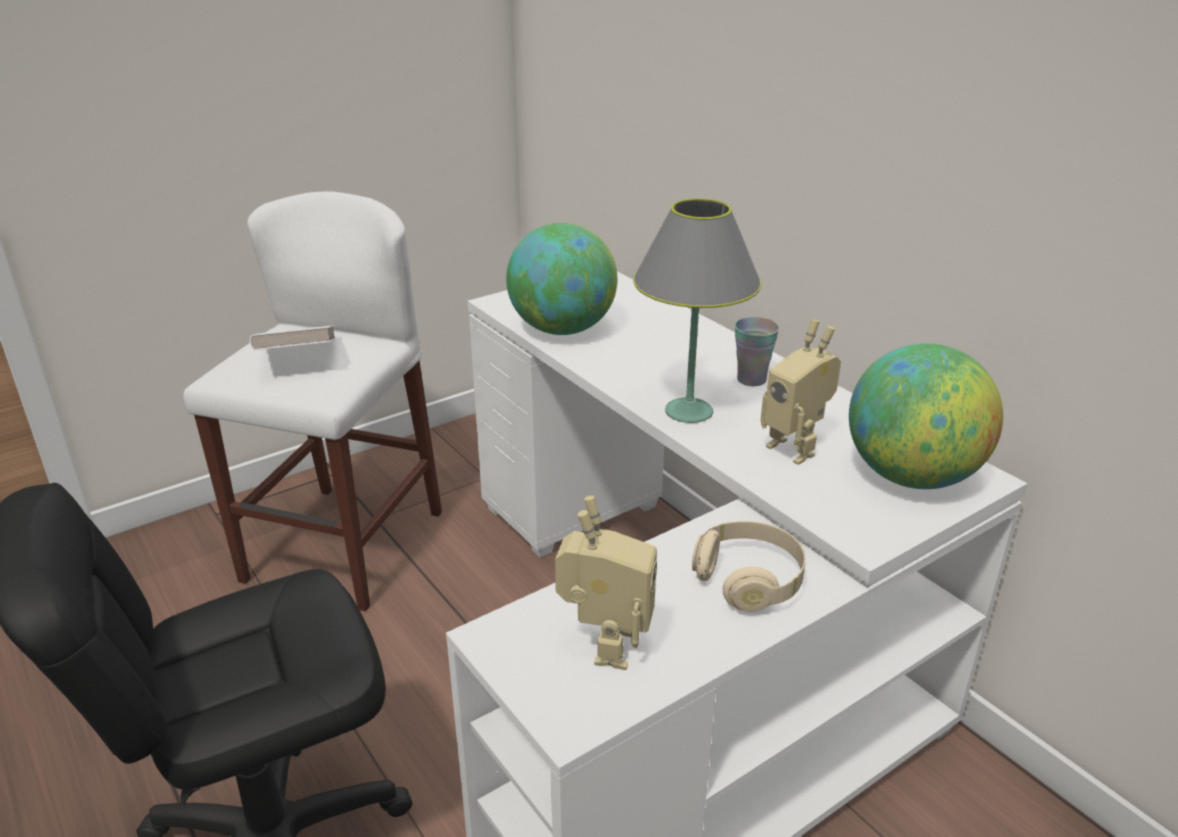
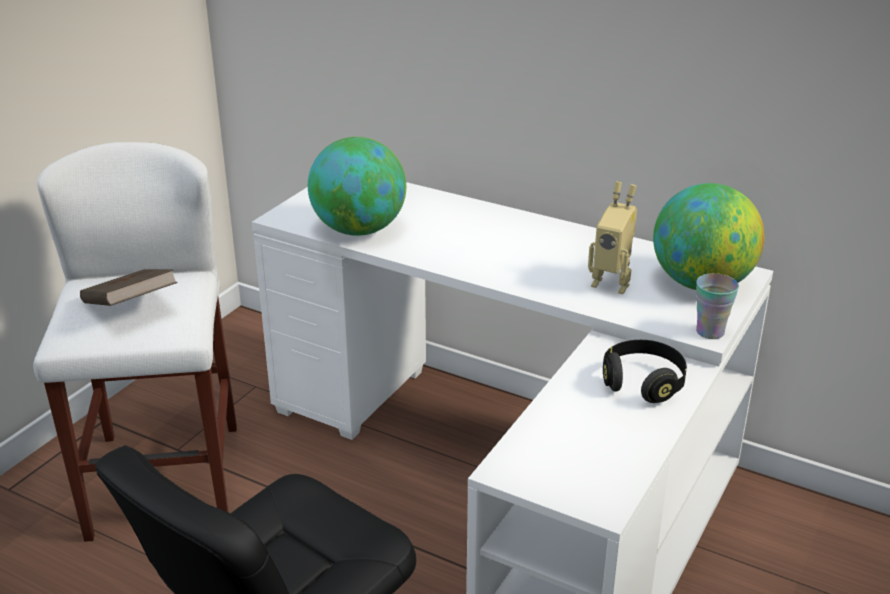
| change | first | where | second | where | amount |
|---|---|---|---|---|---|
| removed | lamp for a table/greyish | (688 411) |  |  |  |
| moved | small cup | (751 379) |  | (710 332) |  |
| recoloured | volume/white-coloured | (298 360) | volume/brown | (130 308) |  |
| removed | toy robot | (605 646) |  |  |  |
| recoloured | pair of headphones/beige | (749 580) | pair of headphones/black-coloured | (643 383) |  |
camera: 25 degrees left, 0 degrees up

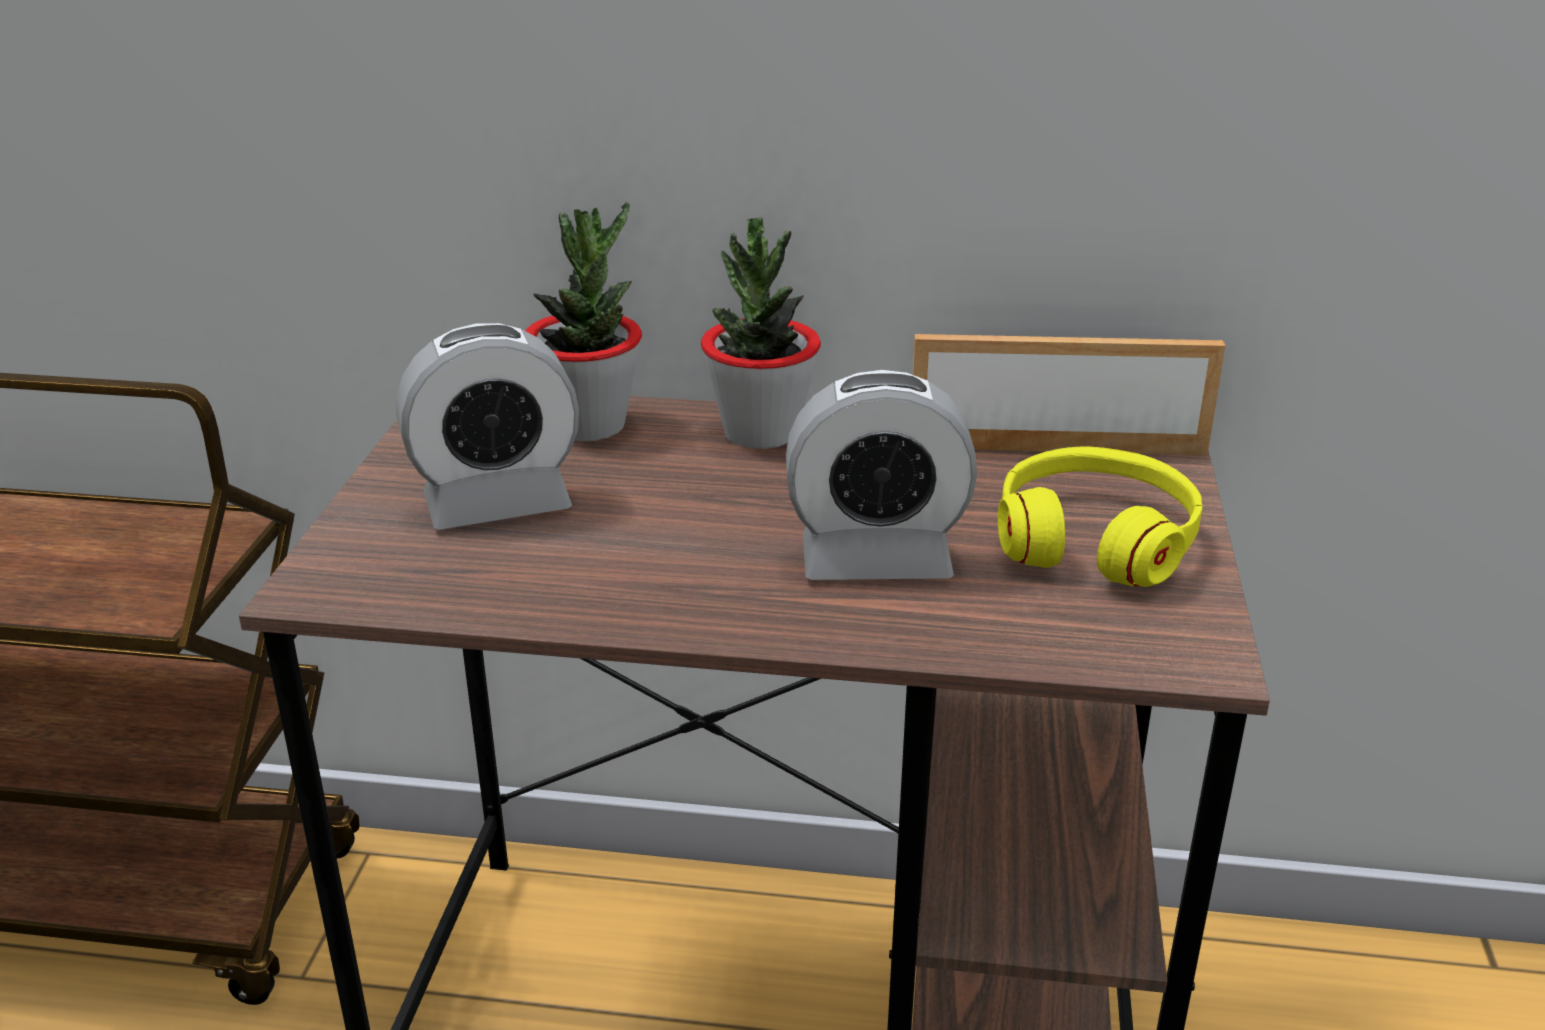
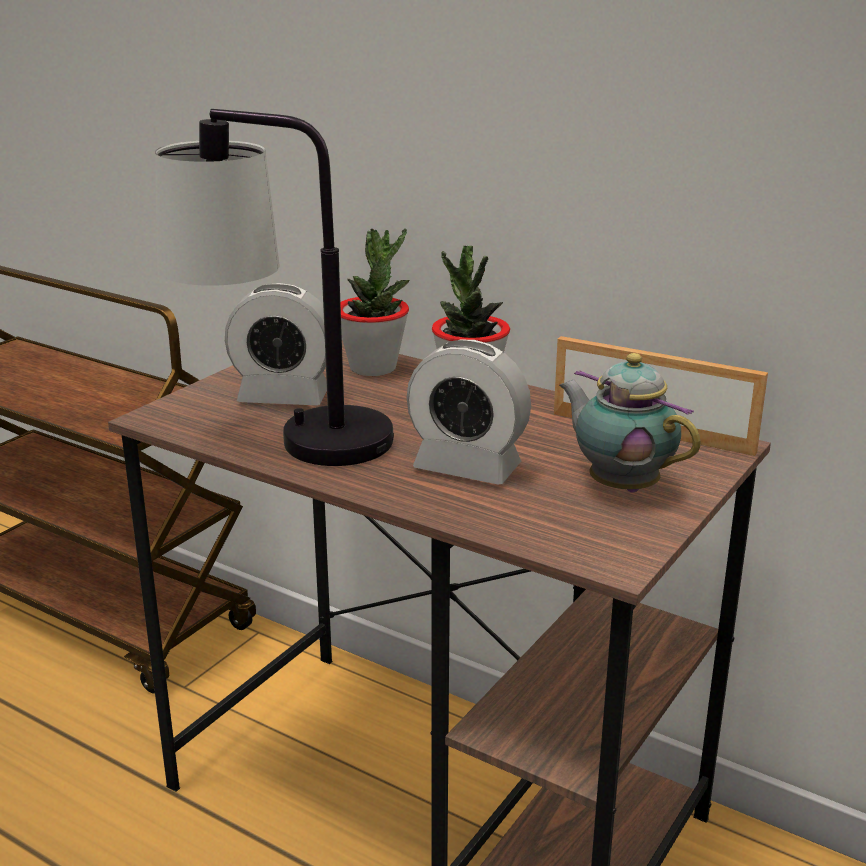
| change | first | where | second | where | amount |
|---|---|---|---|---|---|
| replaced | pair of headphones/yellow | (1095 539) | tea pot | (619 485) |  |
| added |  |  | lamp for a table | (285 440) |  |
camera: 25 degrees right, 5 degrees down

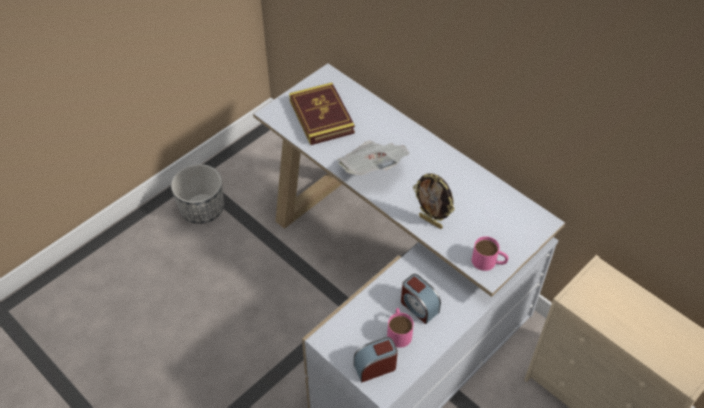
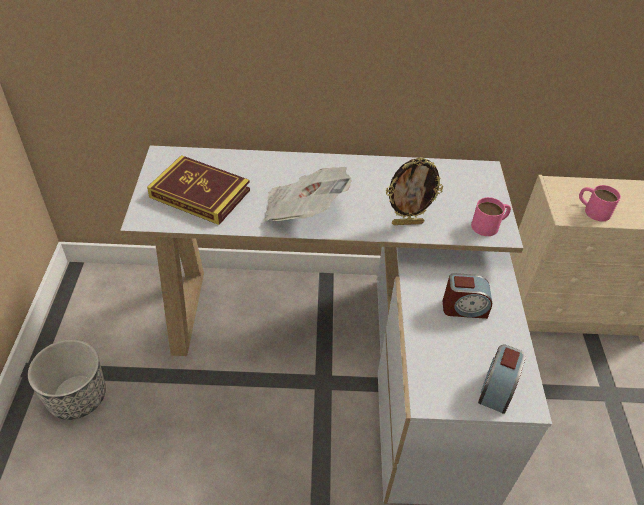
| change | first | where | second | where | amount |
|---|---|---|---|---|---|
| moved | tea mug/pink-coloured | (398 331) |  | (592 210) |  |
camera: 45 degrees left, 5 degrees down

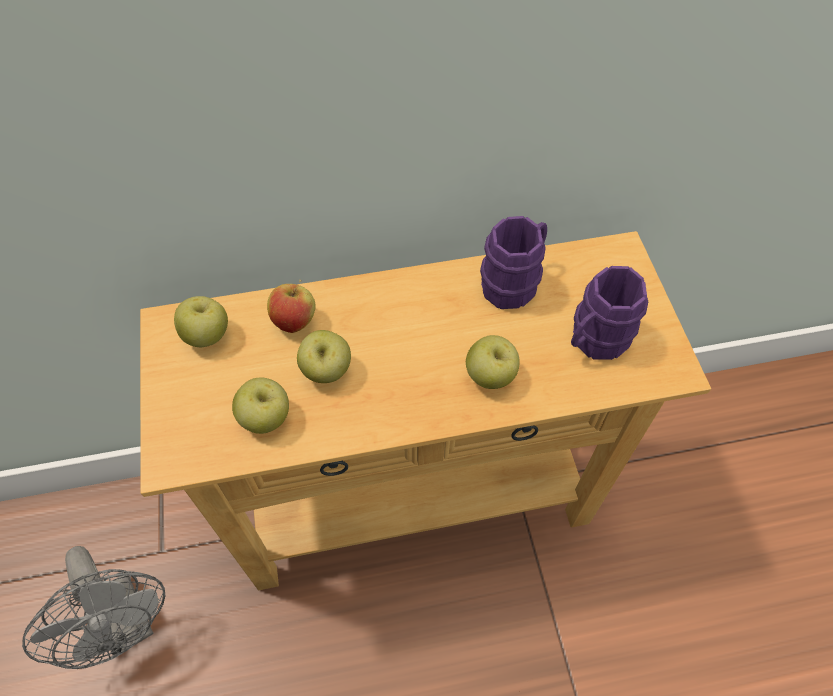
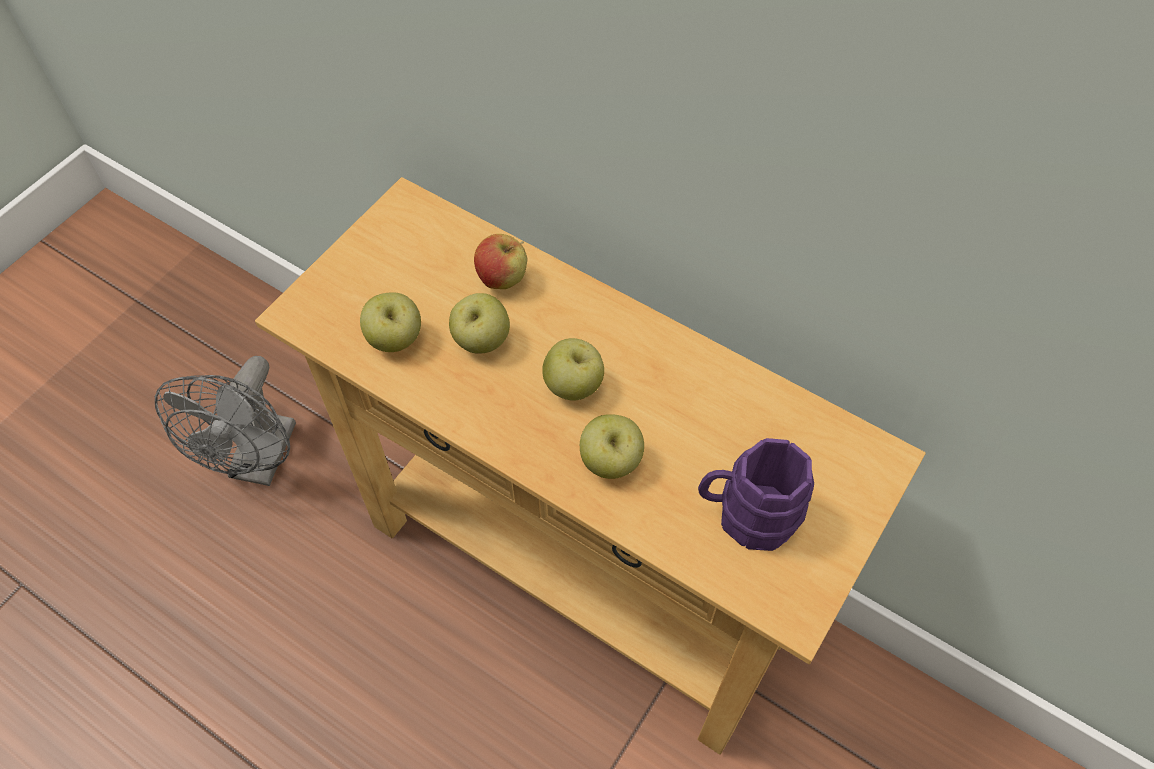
| change | first | where | second | where | amount |
|---|---|---|---|---|---|
| removed | tea mug/purple | (514 281) |  |  |  |
| moved | apple | (207 335) |  | (573 386) |  |
camera: 45 degrees right, 0 degrees up

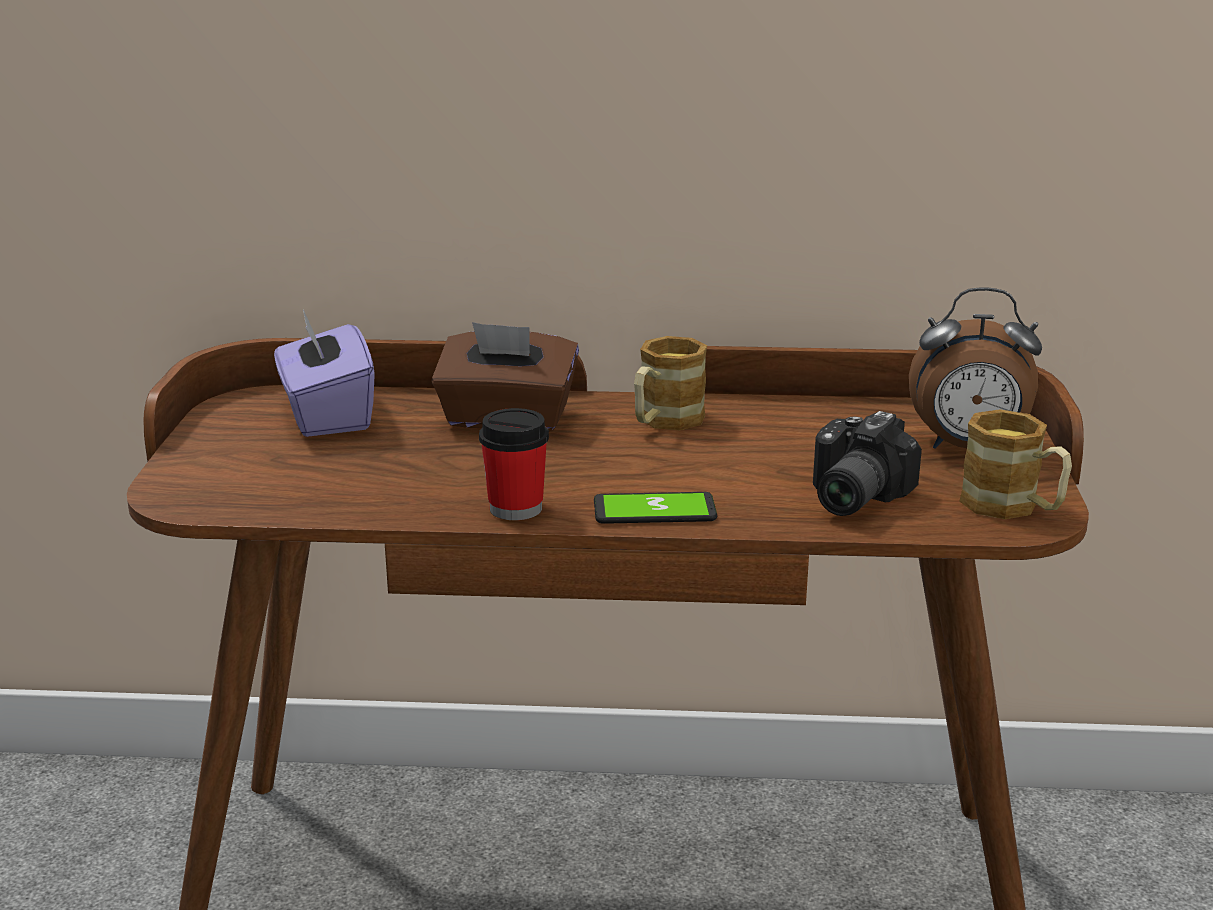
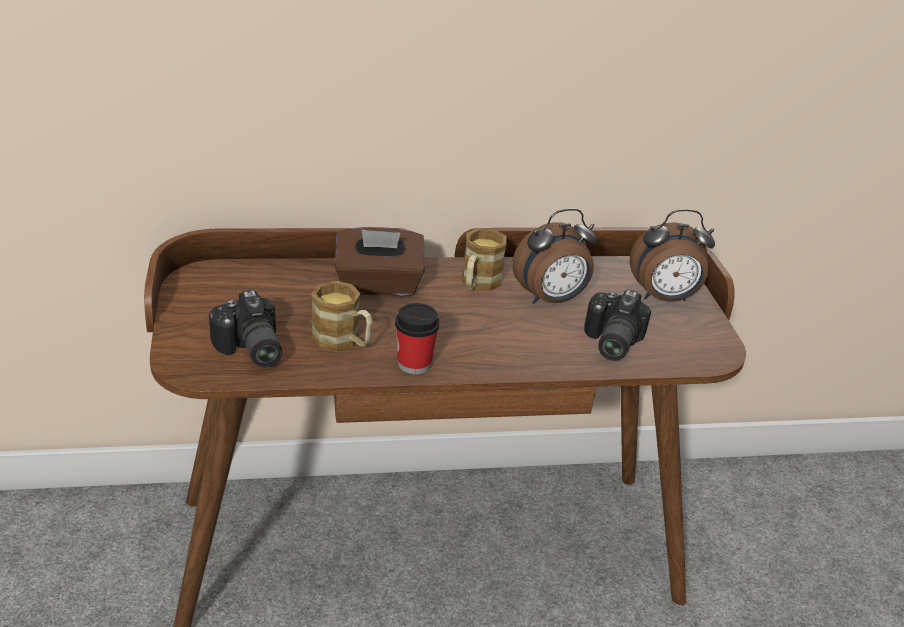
| change | first | where | second | where | amount |
|---|---|---|---|---|---|
| removed | tissue box/purple | (326 415) |  |  |  |
| moved | tea mug | (1012 508) |  | (343 342) |  |
| removed | telephone | (654 511) |  |  |  |
| added |  |  | alarm clock | (550 299) |  |
| added |  |  | photo camera | (249 350) |  |
camera: 15 degrees left, 10 degrees up

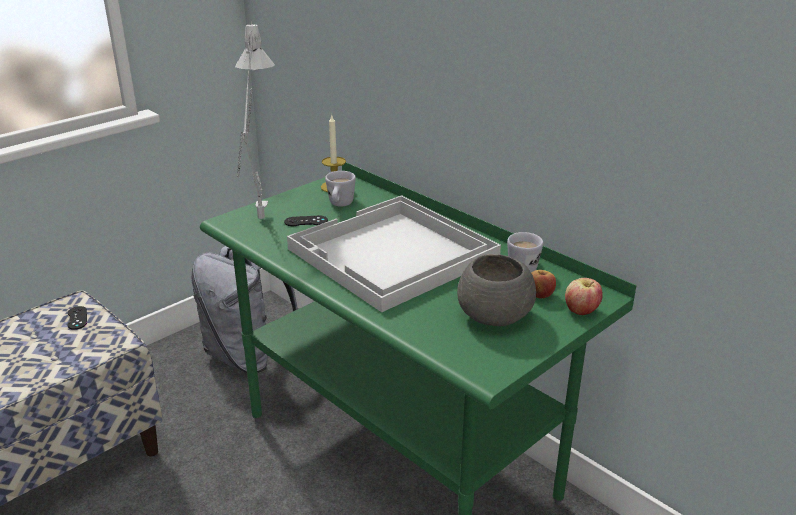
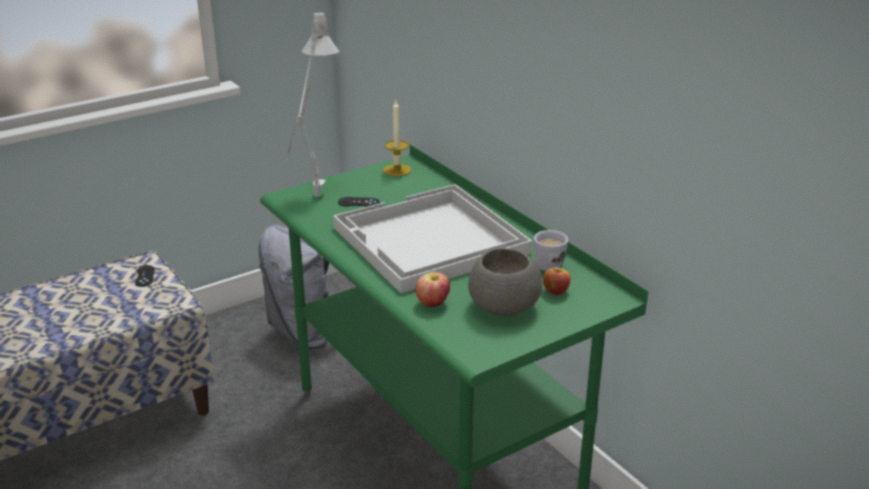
| change | first | where | second | where | amount |
|---|---|---|---|---|---|
| removed | tea mug/white-coloured | (340 205) |  |  |  |
| moved | apple | (581 311) |  | (432 303) |  |
camera: 10 degrees right, 0 degrees up

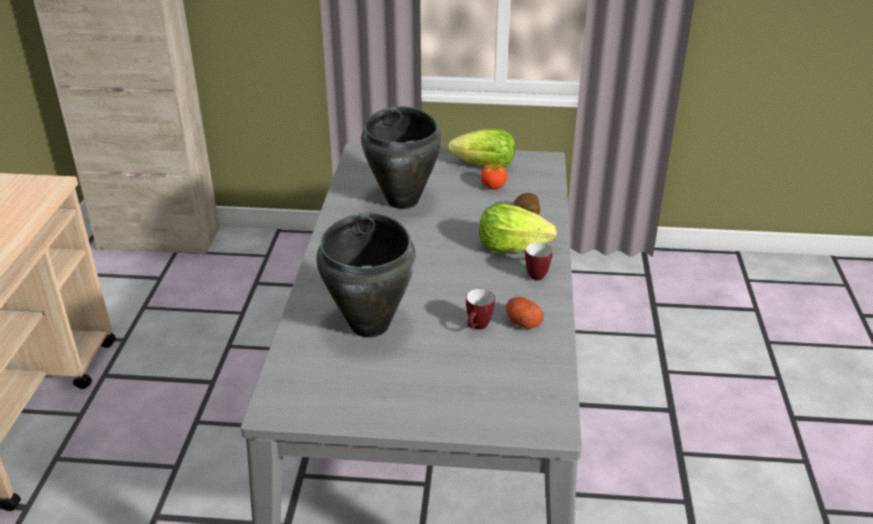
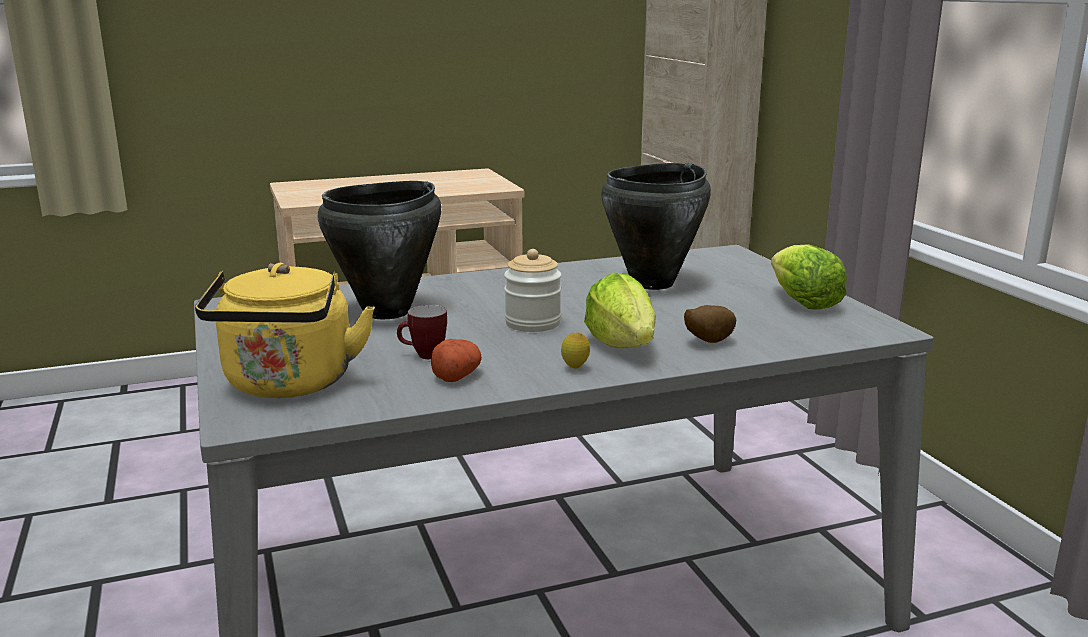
| change | first | where | second | where | amount |
|---|---|---|---|---|---|
| removed | fresh tomato | (493 186) |  |  |  |
| replaced | tea mug | (538 274) | citrus fruit | (575 368) |  |
| added |  |  | jar | (532 323) |  |
| added |  |  | kettle/yellow | (288 385) |  |
camera: 65 degrees right, 15 degrees down

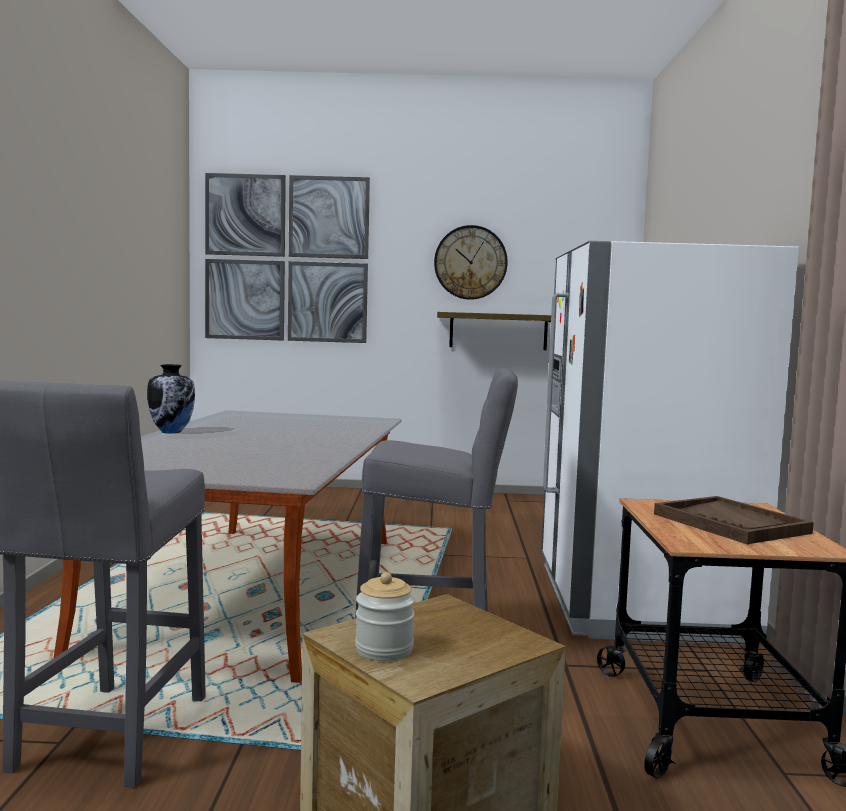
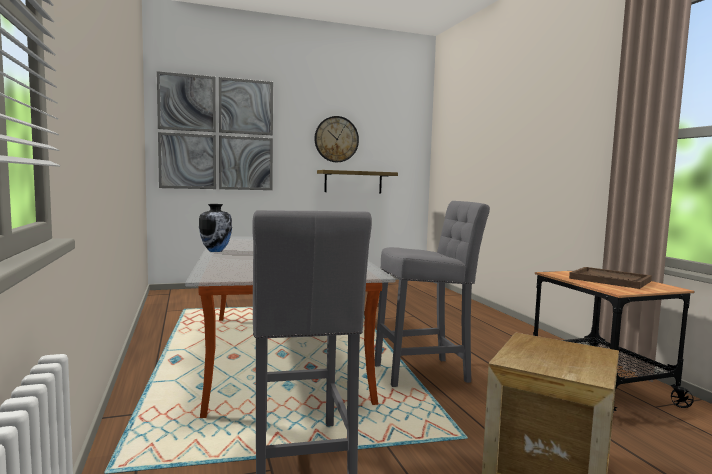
| change | first | where | second | where | amount |
|---|---|---|---|---|---|
| removed | fridge/white-coloured | (638 602) |  |  |  |
| removed | jar | (384 649) |  |  |  |
camera: 20 degrees left, 0 degrees up

